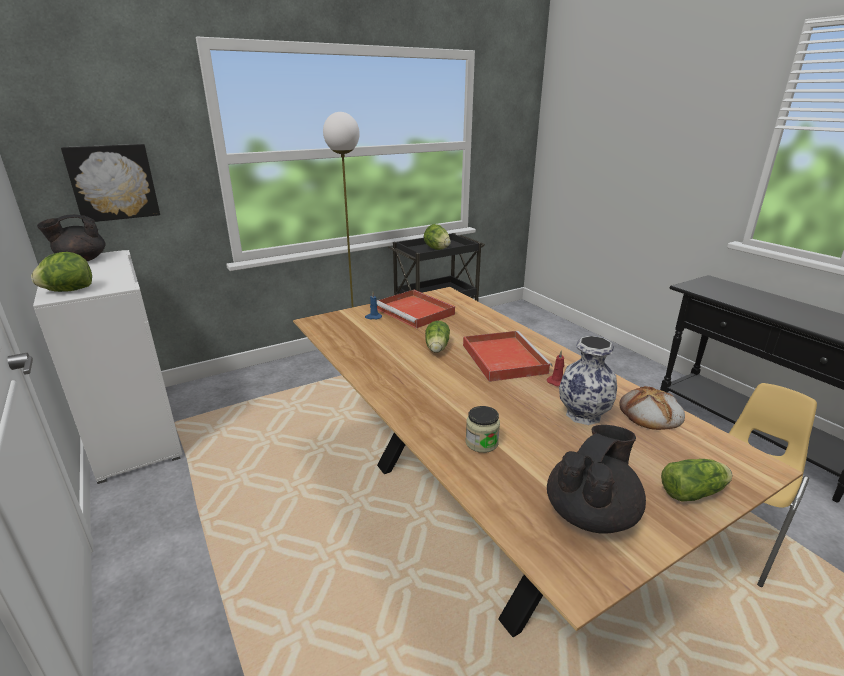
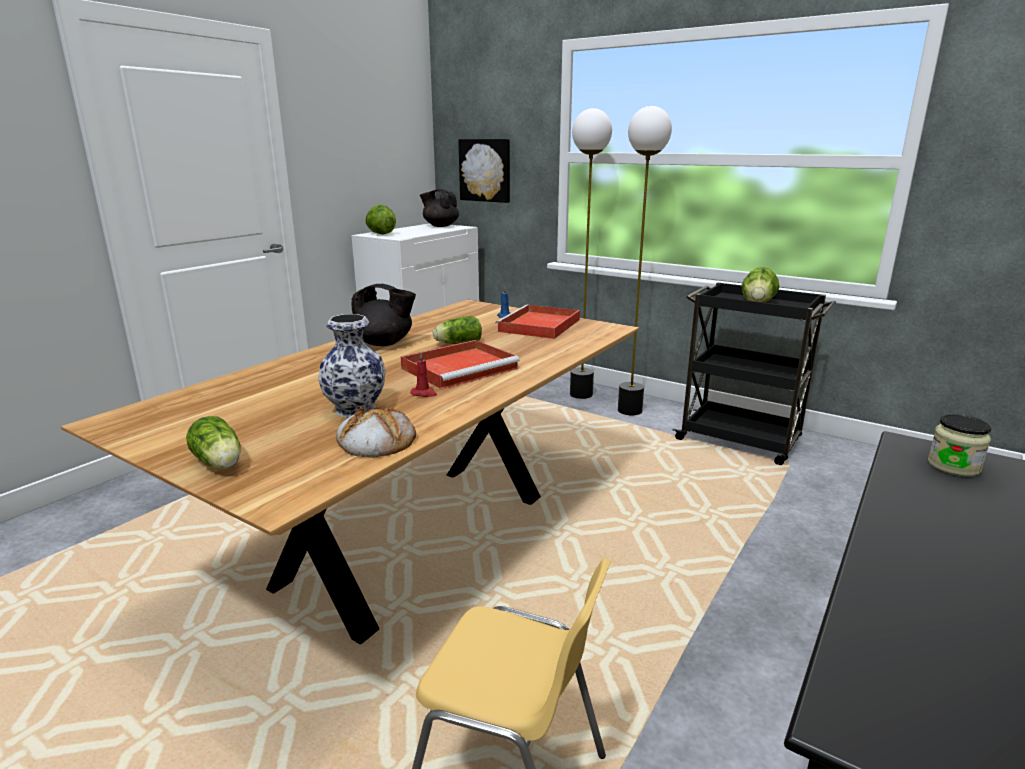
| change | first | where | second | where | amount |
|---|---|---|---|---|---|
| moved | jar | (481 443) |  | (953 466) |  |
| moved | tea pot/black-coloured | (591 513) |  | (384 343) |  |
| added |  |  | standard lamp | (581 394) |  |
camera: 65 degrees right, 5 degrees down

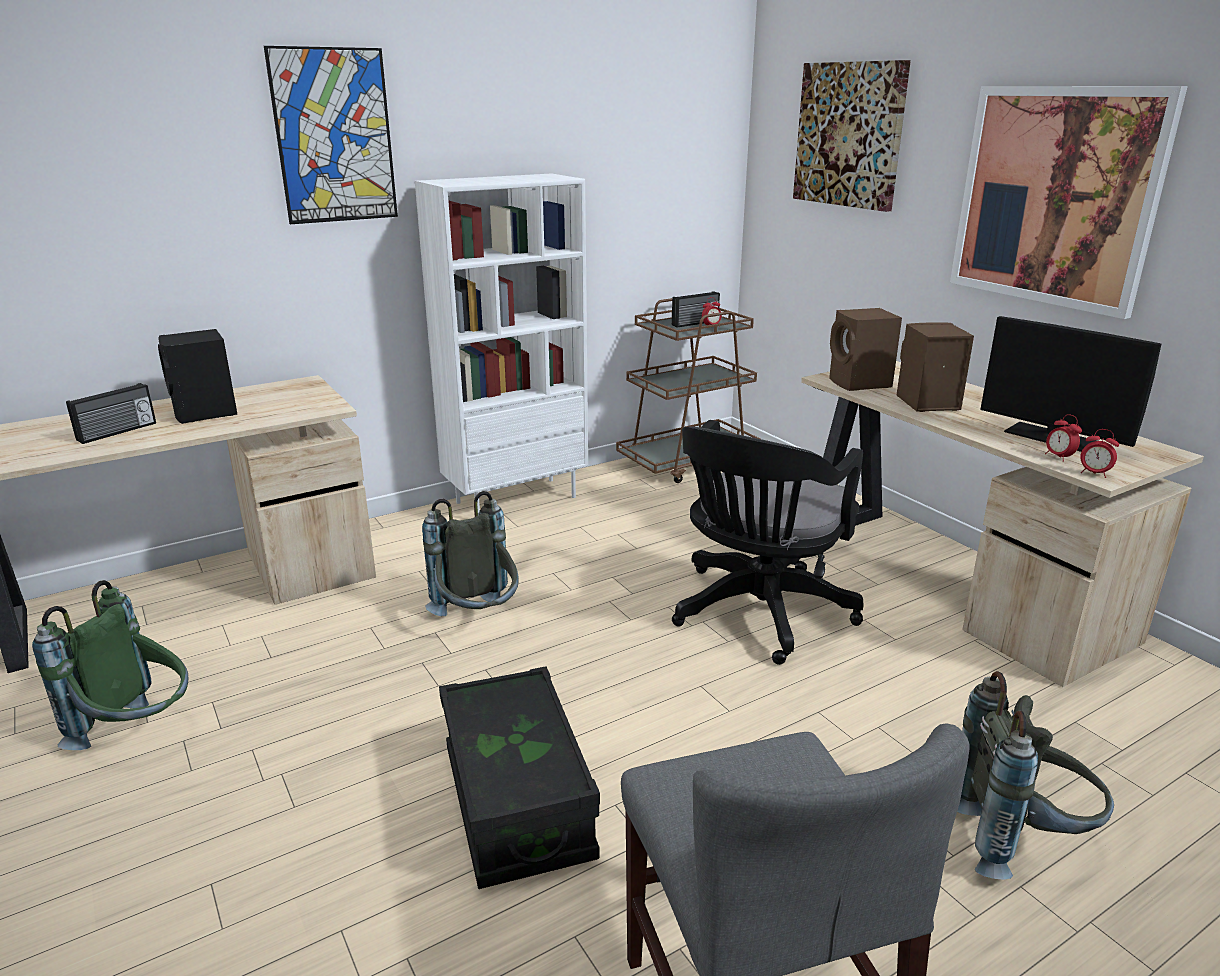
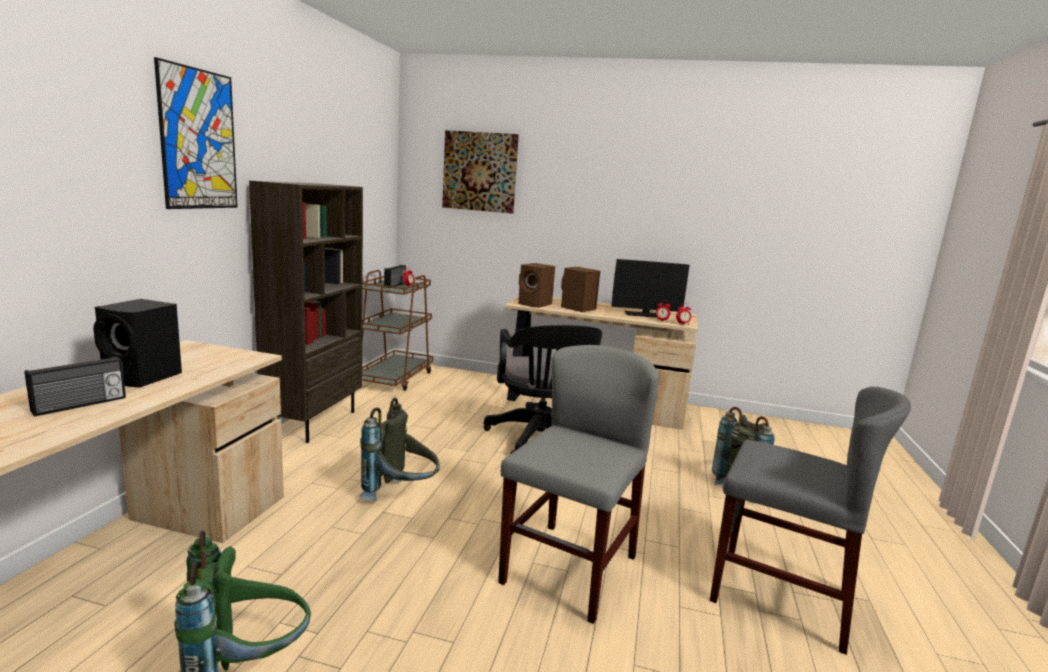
| change | first | where | second | where | amount |
|---|---|---|---|---|---|
| removed | wall art | (1055 197) |  |  |  |
| recoloured | shelving unit/white-coloured | (516 499) | shelving unit/brown | (314 422) |  |
| turned | radio set | (118 432) |  | (80 405) | 45 degrees clockwise |
| replaced | storage box/black-coloured | (517 803) | plain chair/greyish | (569 569) |  |
camera: 45 degrees left, 10 degrees down

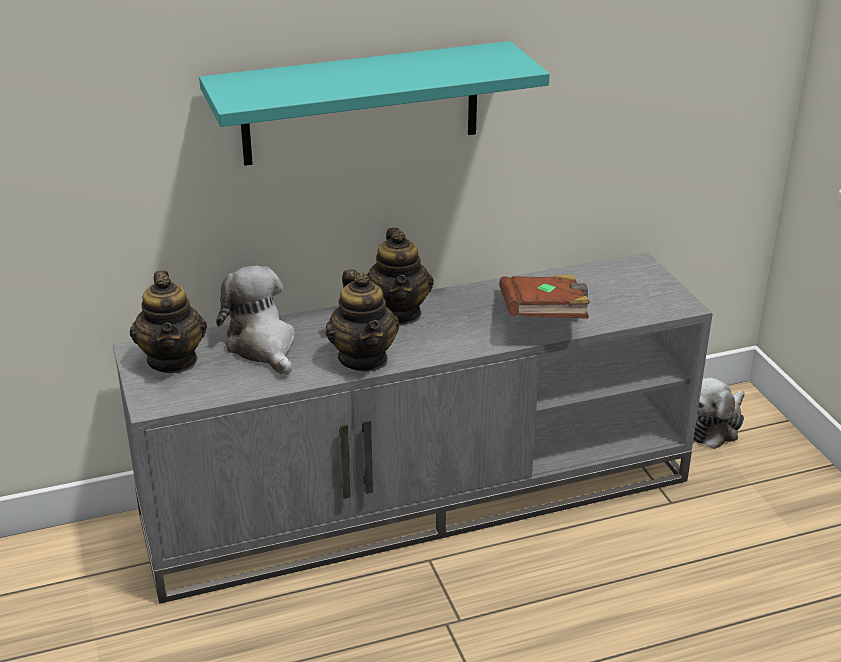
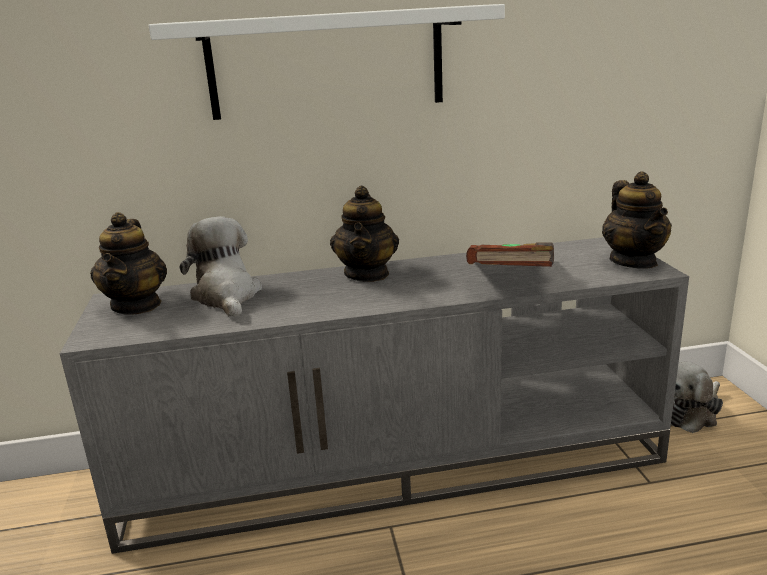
| change | first | where | second | where | amount |
|---|---|---|---|---|---|
| recoloured | bracket shelf/turquoise-coloured | (361 103) | bracket shelf/white-coloured | (326 63) |  |
| moved | tea pot | (364 358) |  | (633 261) |  |
camera: 10 degrees right, 10 degrees down

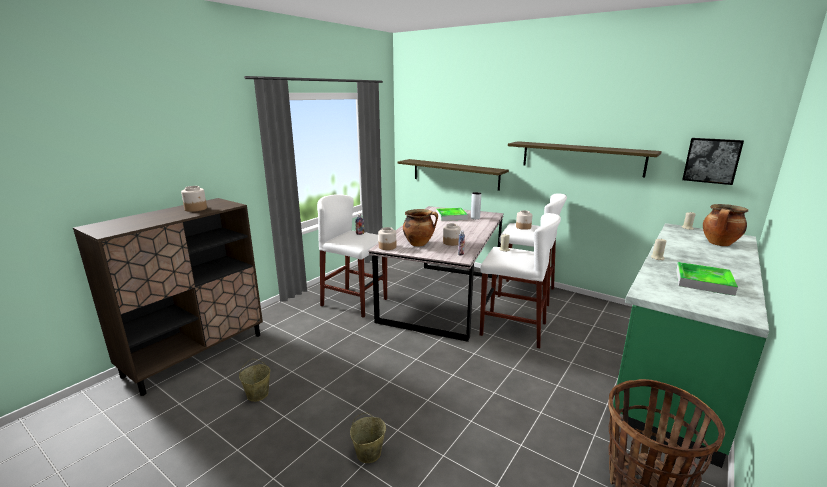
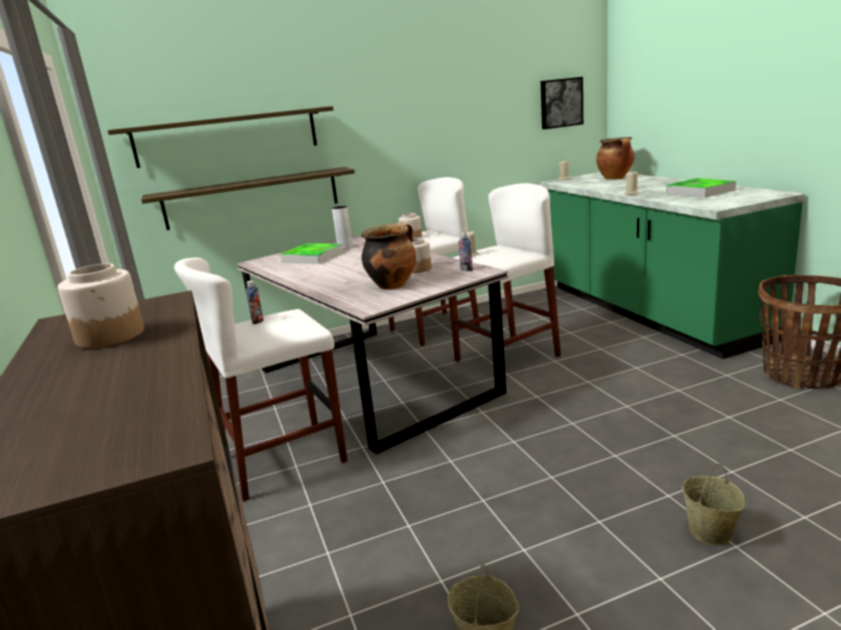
| change | first | where | second | where | amount |
|---|---|---|---|---|---|
| moved | bracket shelf | (581 158) |  | (227 137) |  |
| removed | jar | (387 247) |  |  |  |
camera: 55 degrees left, 0 degrees up

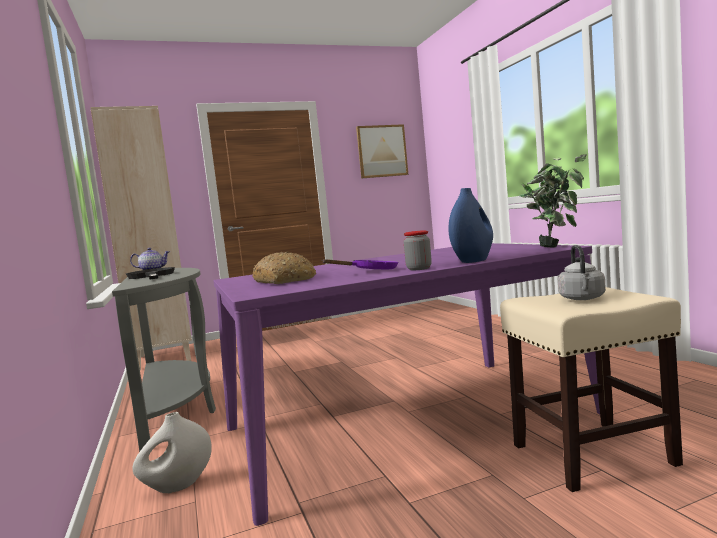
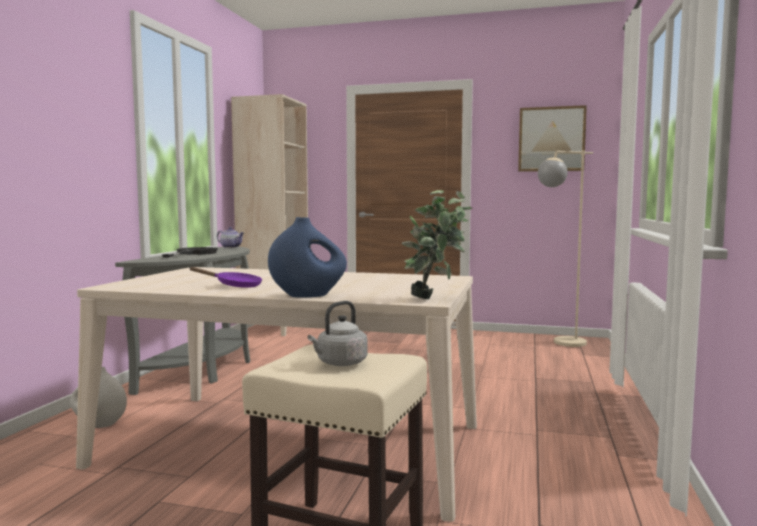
| change | first | where | second | where | amount |
|---|---|---|---|---|---|
| removed | jar | (419 269) |  |  |  |
| recoloured | kitchen table/purple | (407 421) | kitchen table/beige | (293 445) |  |
| removed | bread | (285 280) |  |  |  |
| added |  |  | standard lamp/beige | (560 344) |  |
camera: 35 degrees right, 0 degrees up

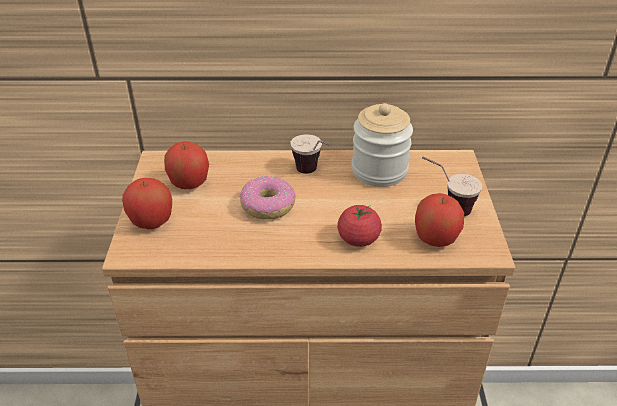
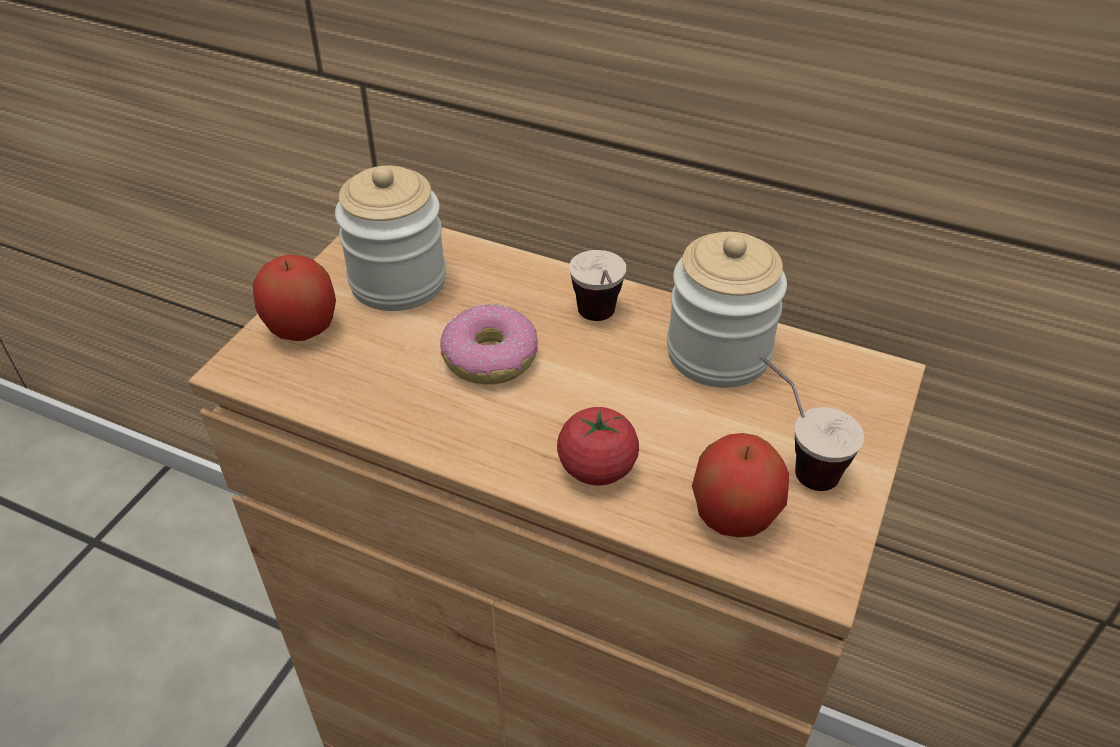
| change | first | where | second | where | amount |
|---|---|---|---|---|---|
| replaced | apple | (189 183) | jar | (398 281) |  |
camera: 25 degrees right, 5 degrees up

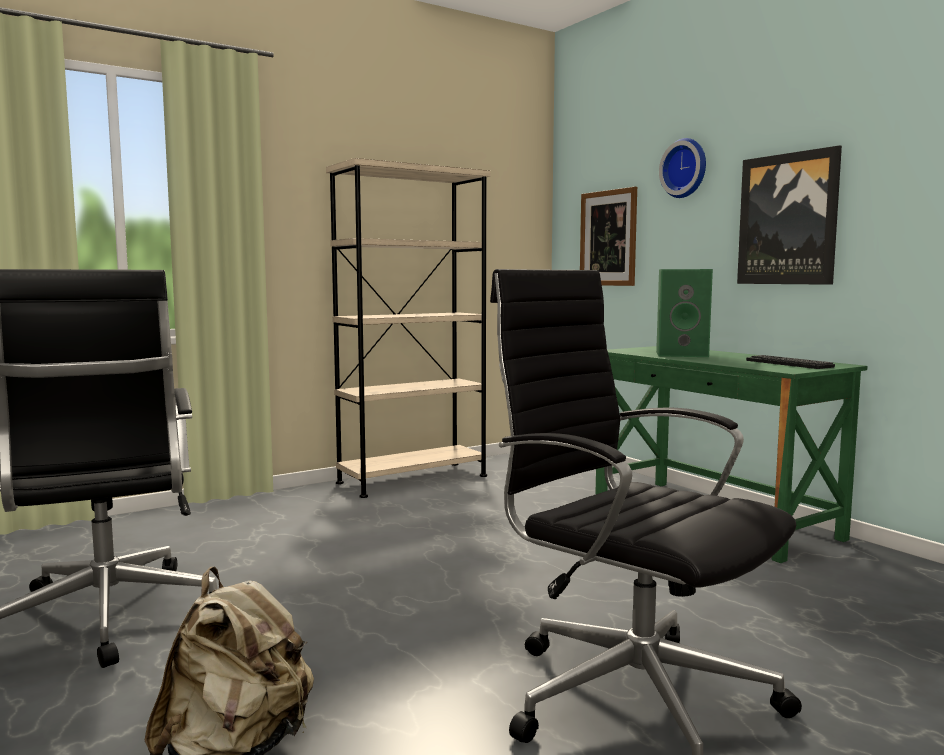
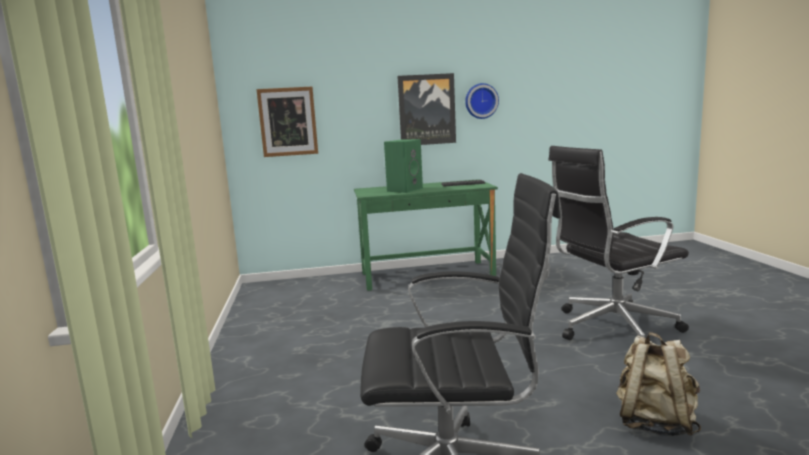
| change | first | where | second | where | amount |
|---|---|---|---|---|---|
| moved | hanging clock | (686 168) |  | (481 101) |  |
| removed | shelving unit/beige | (412 479) |  |  |  |
camera: 65 degrees left, 5 degrees up

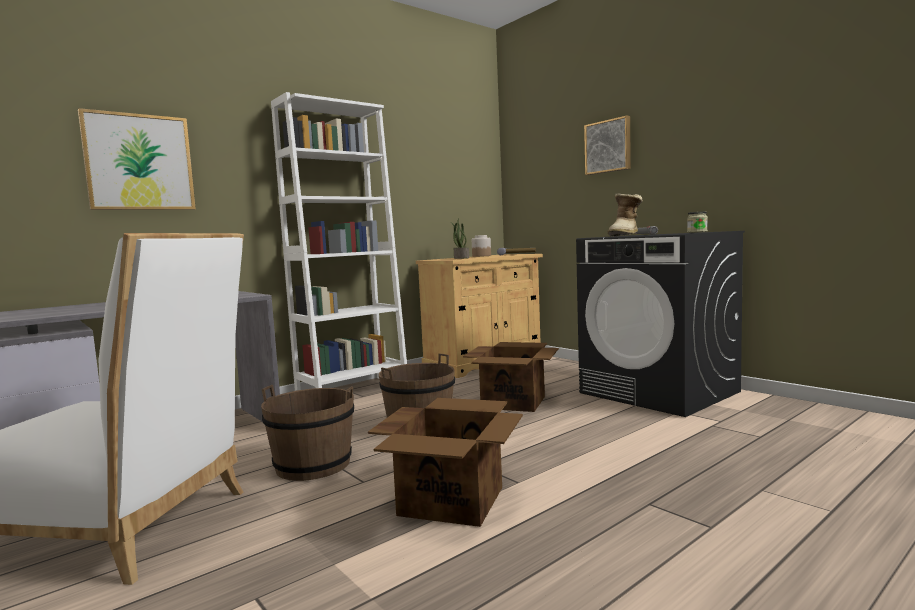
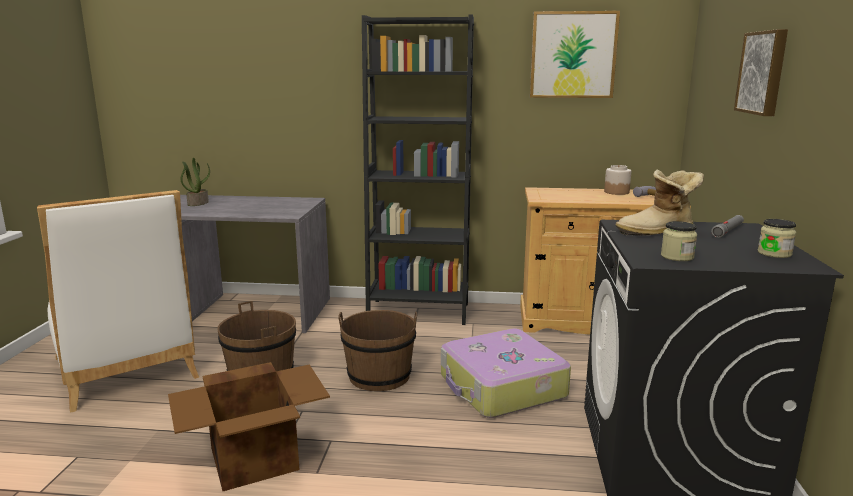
| change | first | where | second | where | amount |
|---|---|---|---|---|---|
| recoloured | shelving unit/white-coloured | (353 391) | shelving unit/black-coloured | (418 311) |  |
| moved | wall art | (139 162) |  | (573 55) |  |
| moved | potted plant | (461 258) |  | (198 203) |  |
| replaced | carton | (514 402) | travel case | (501 387) |  |
| added |  |  | jar | (677 257) |  |
camera: 45 degrees right, 10 degrees up

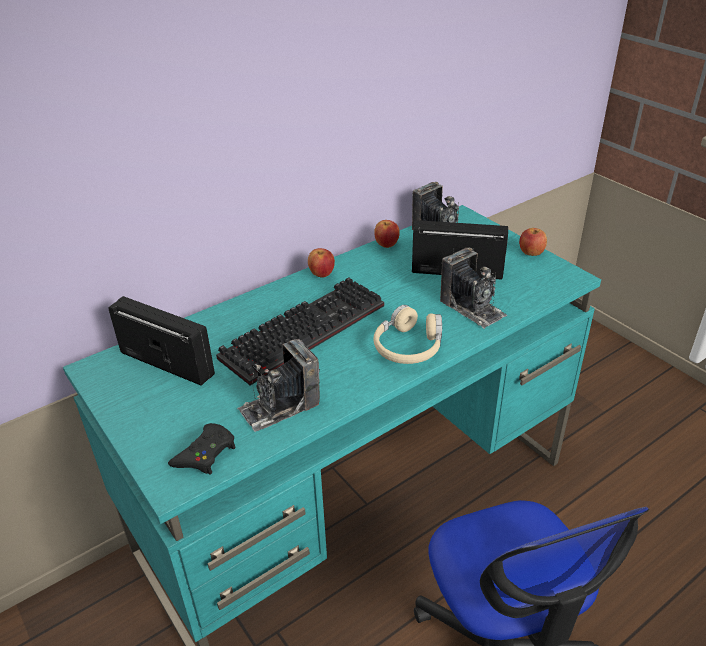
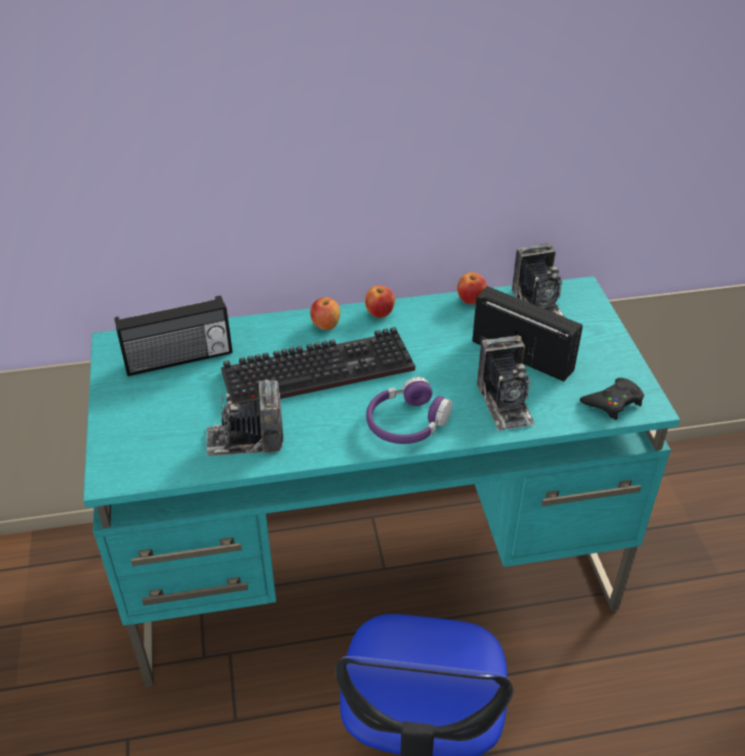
| change | first | where | second | where | amount |
|---|---|---|---|---|---|
| moved | apple | (531 253) |  | (325 325) |  |
| turned | radio set | (168 362) |  | (179 359) | 105 degrees clockwise |
| recoloured | pair of headphones/beige | (408 346) | pair of headphones/purple | (407 423) |  |
| moved | game controller/black-coloured | (205 454) |  | (613 402) |  |
camera: 25 degrees right, 5 degrees up

